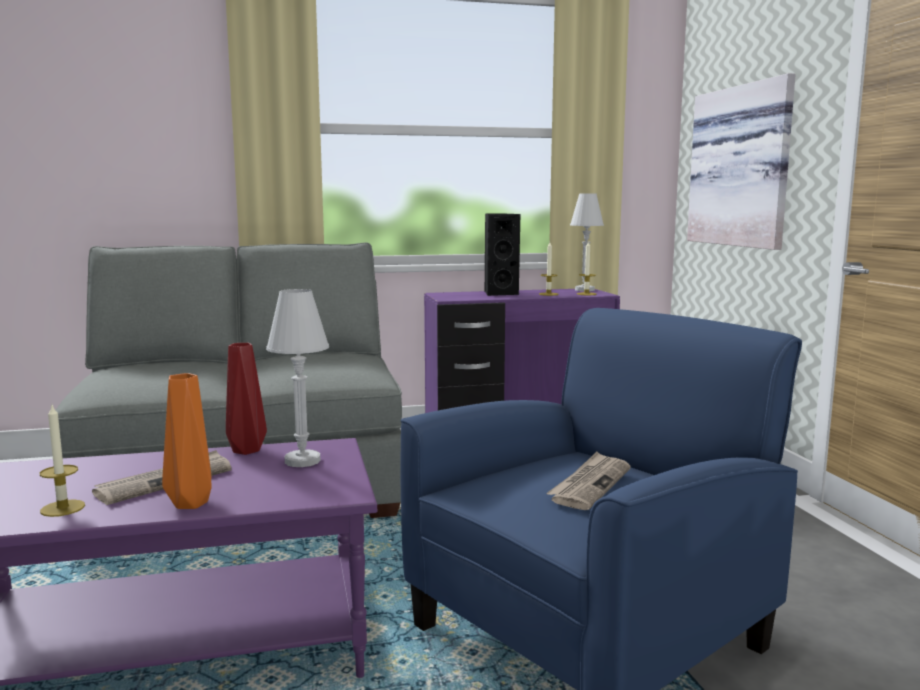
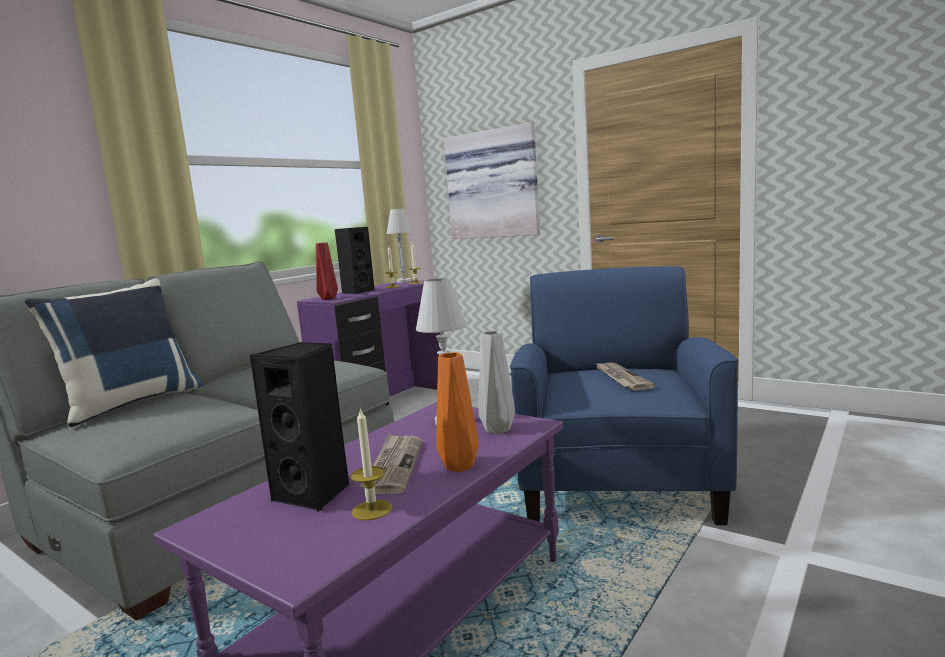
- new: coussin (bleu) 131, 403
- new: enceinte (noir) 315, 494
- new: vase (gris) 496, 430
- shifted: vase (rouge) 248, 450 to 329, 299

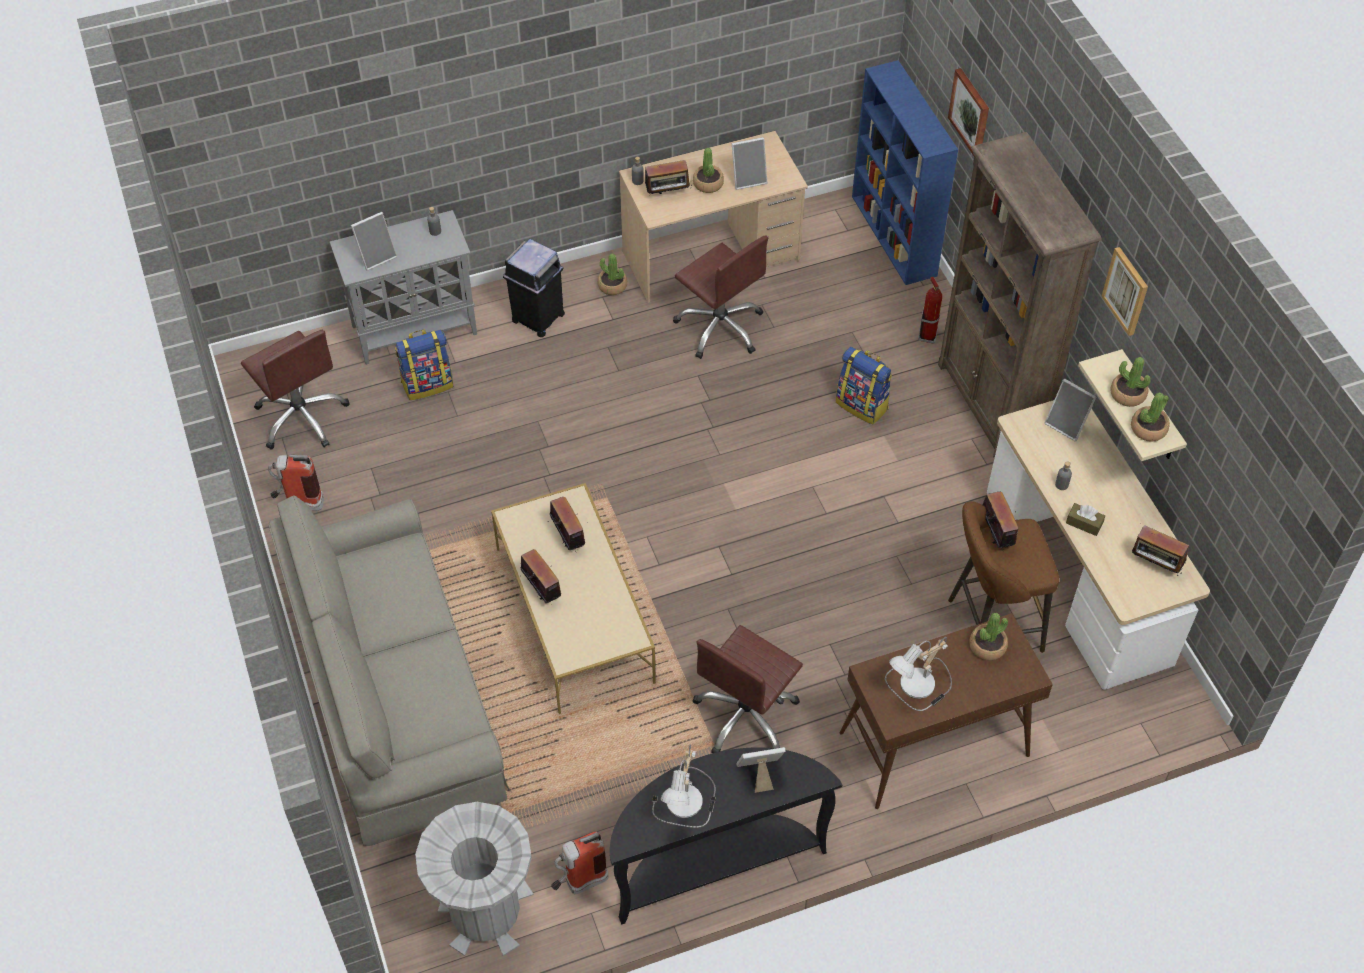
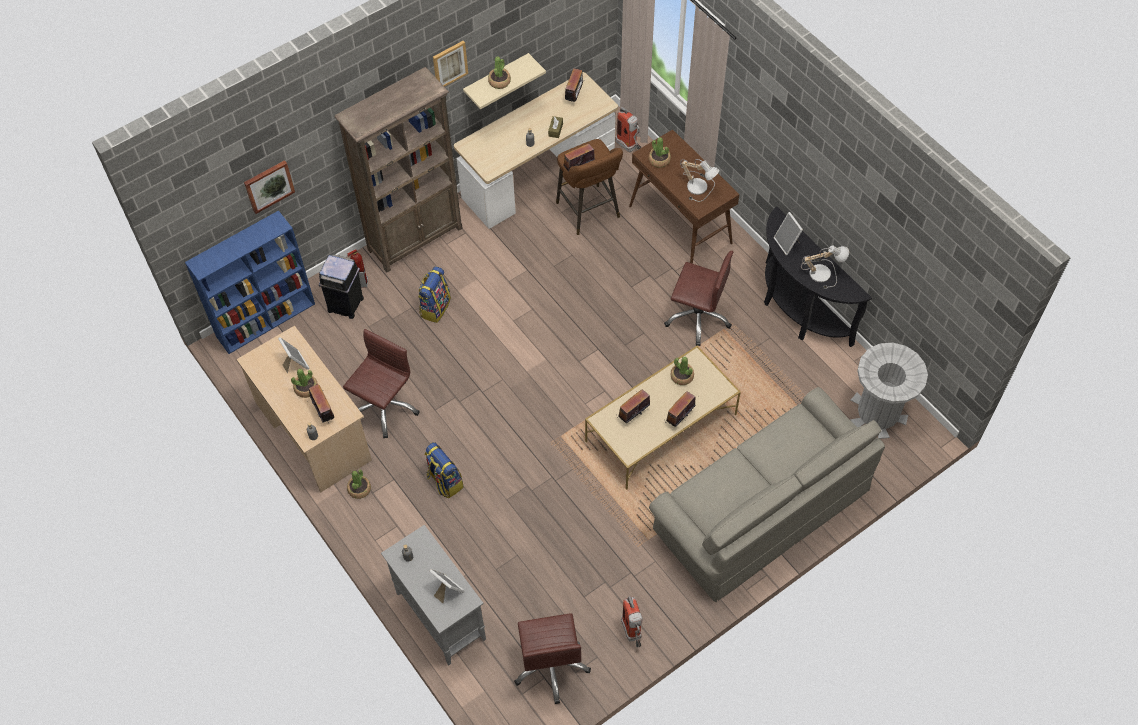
- gone: cadre photo 1067, 425
- shifted: sac à dos 428, 384 to 444, 481
- shifted: poubelle (noir) 537, 318 to 346, 305
- shifted: extincteur 579, 883 to 629, 147
- shifted: plante en pot 1148, 429 to 682, 376
- rotated: chaise de bureau (marron) 302, 417 = 551, 666 135 degrees clockwise

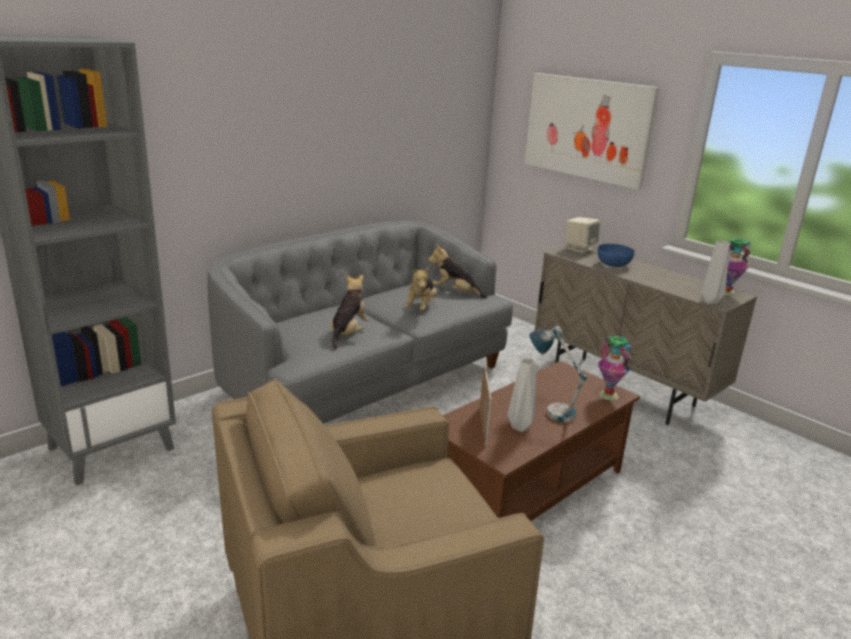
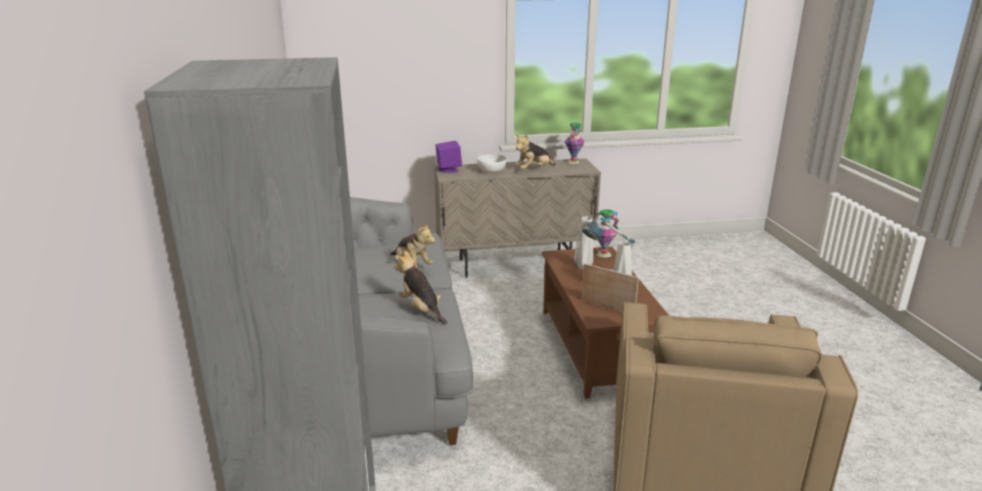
- gone: tableau 587, 128
- shifted: peluche 455, 292 to 533, 170
- shifted: vase (gris) 710, 302 to 584, 267
- repainted: enceinte (beige) 579, 249 to enceinte (violet) 448, 169
- repainted: bol (bleu) 614, 264 to bol (blanc) 492, 171

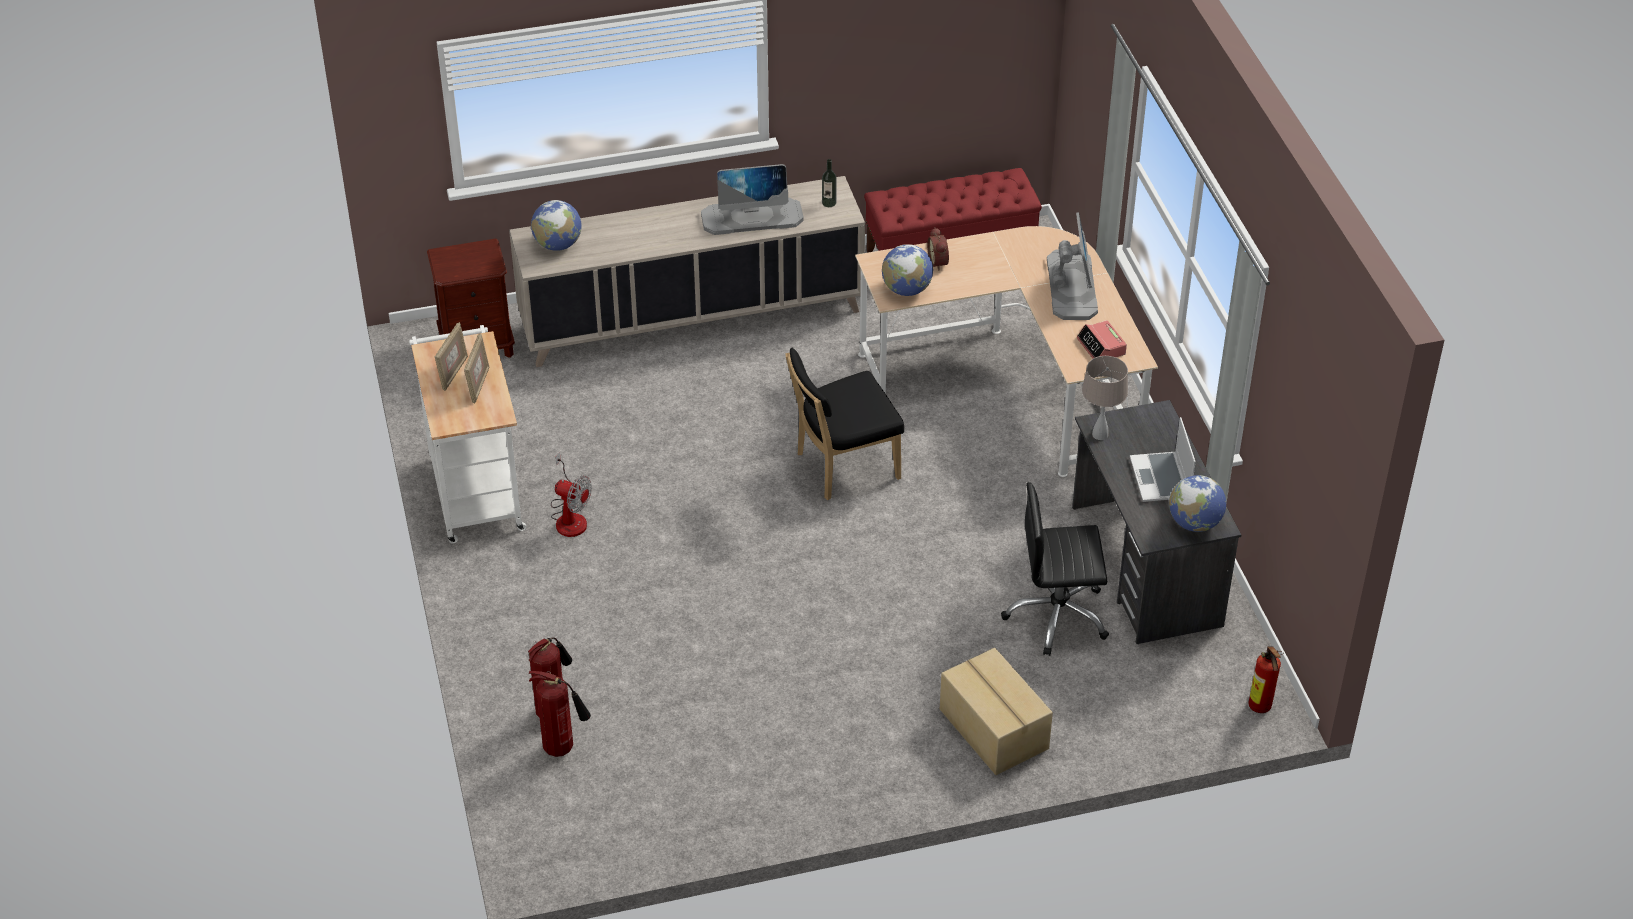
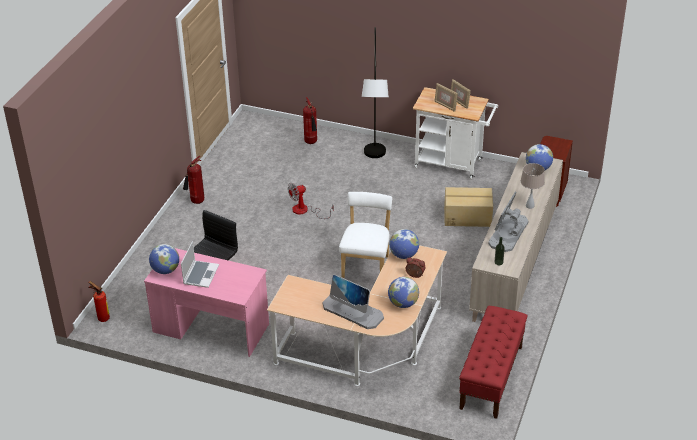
- gone: réveil 1101, 347
- new: lampadaire (gris) 375, 177
- new: globe 403, 303
- shifted: extincteur 562, 748 to 196, 202
- shifted: ventilateur 570, 517 to 305, 211
- shifted: carton 993, 730 to 467, 216
- shifted: lampe de table (beige) 1100, 434 to 529, 206
- repainted: chaise (noir) 843, 467 to chaise (blanc) 366, 266
- repainted: bureau (gris) 1145, 566 to bureau (rose) 211, 328
- rotated: ordinateur portable 1161, 479 = 200, 274 75 degrees clockwise

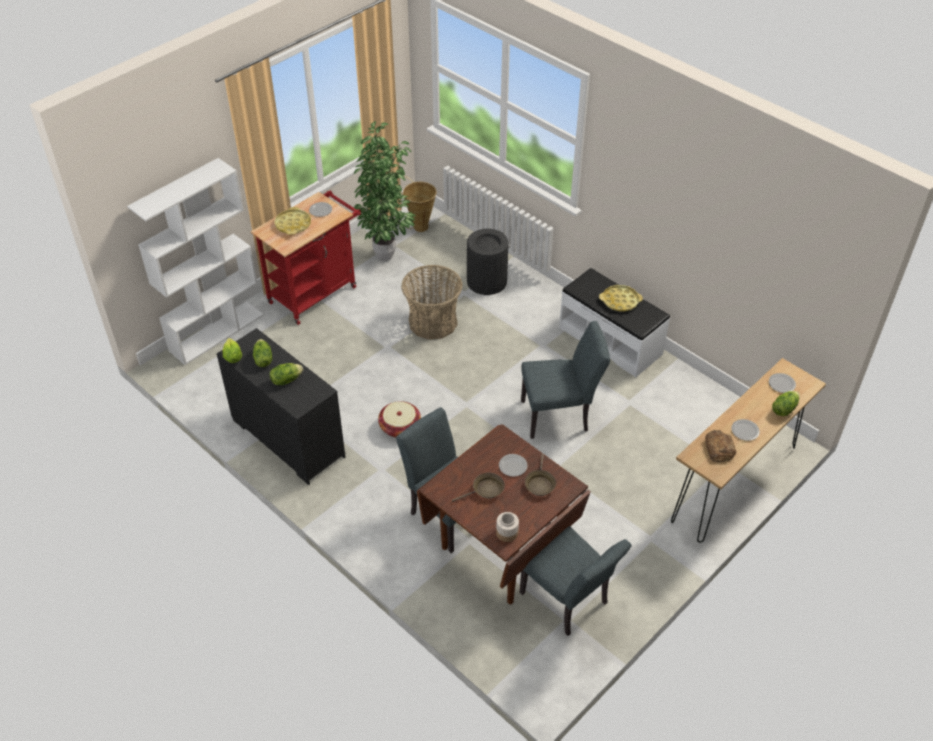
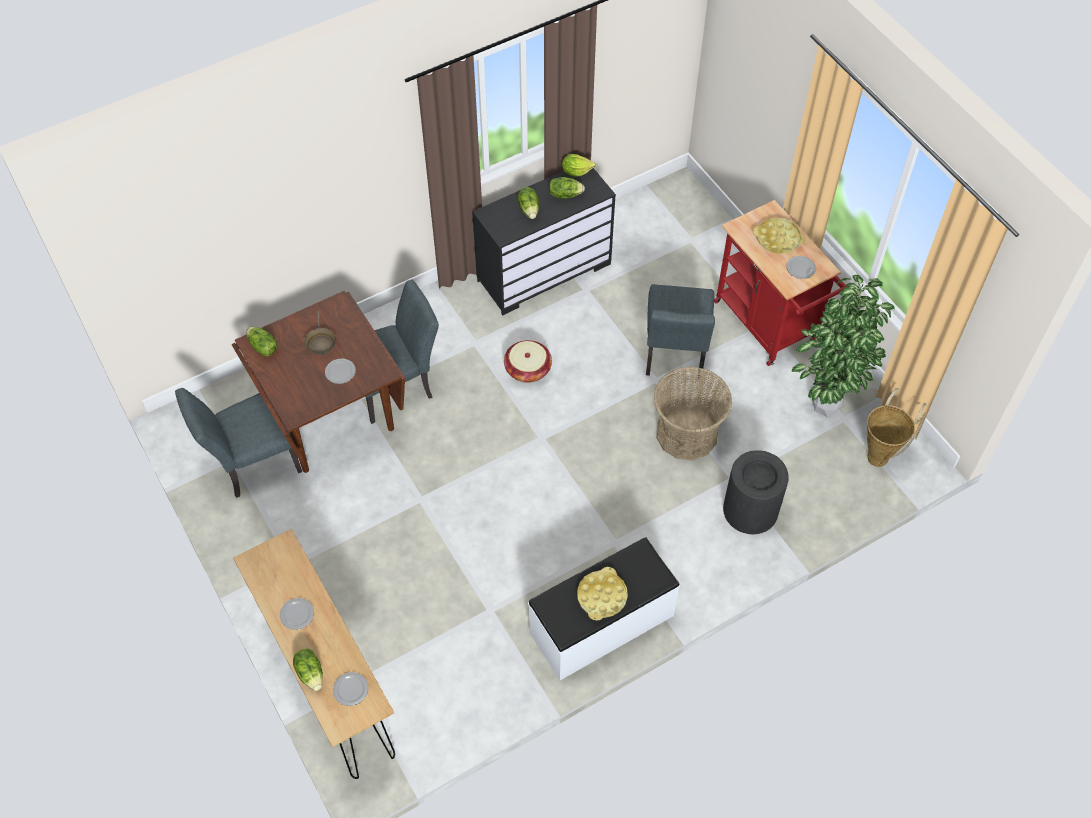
- gone: bibliothèque (blanc) 216, 332
- gone: poêle (marron) 539, 483
- gone: pain 719, 448
- shifted: chaise (gris) 560, 415 to 674, 357
- swapped: bocal 507, 533 to laitue 263, 347

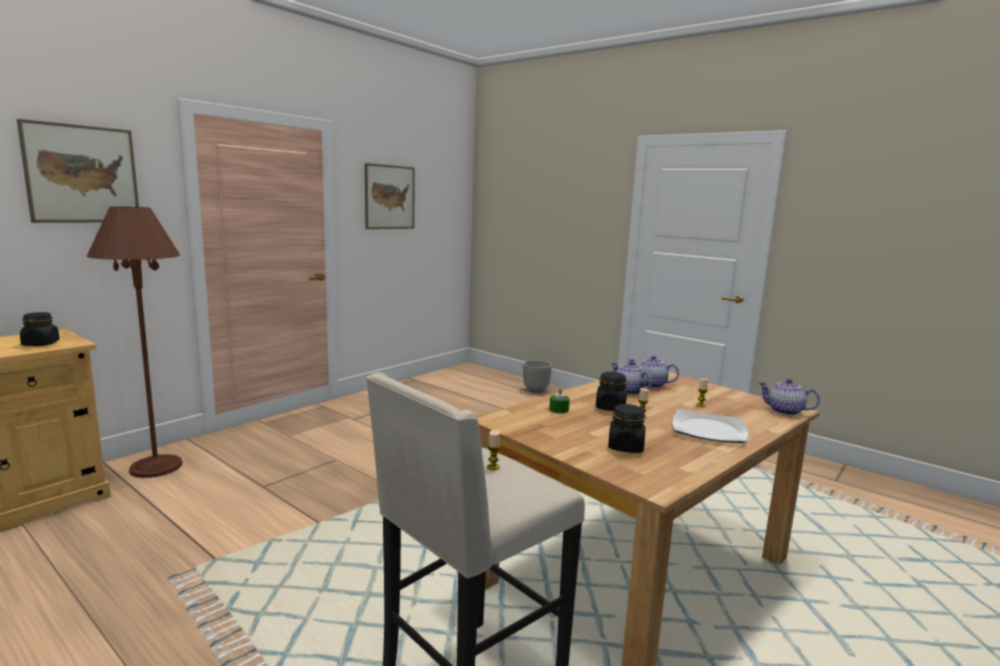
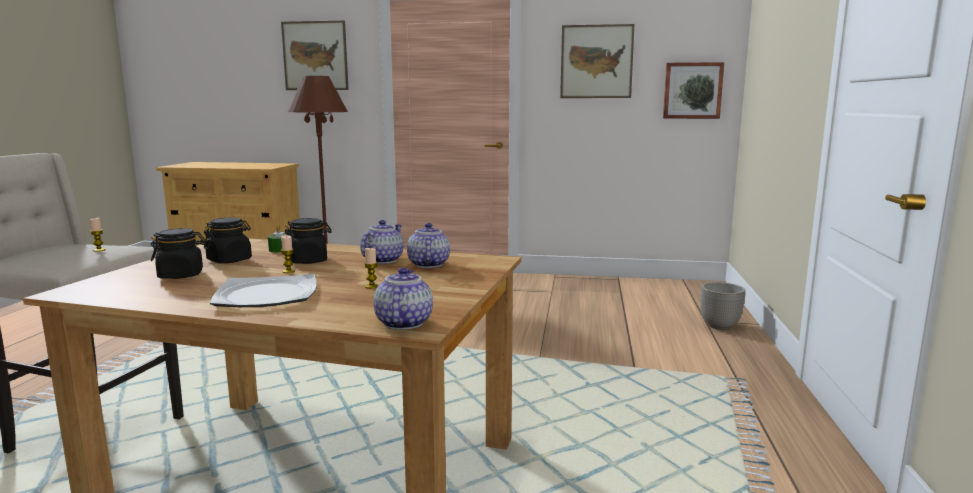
- new: tableau 692, 90
- shifted: bocal (noir) 41, 344 to 229, 260

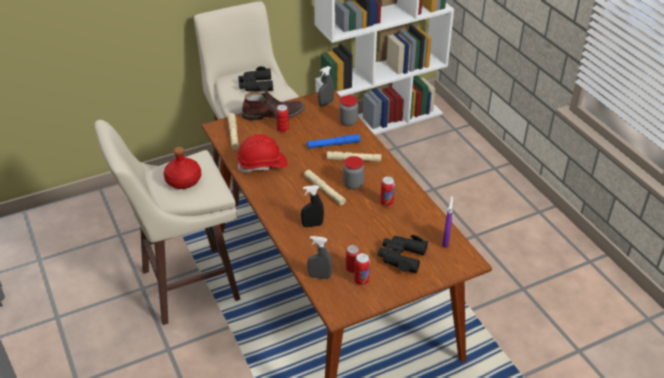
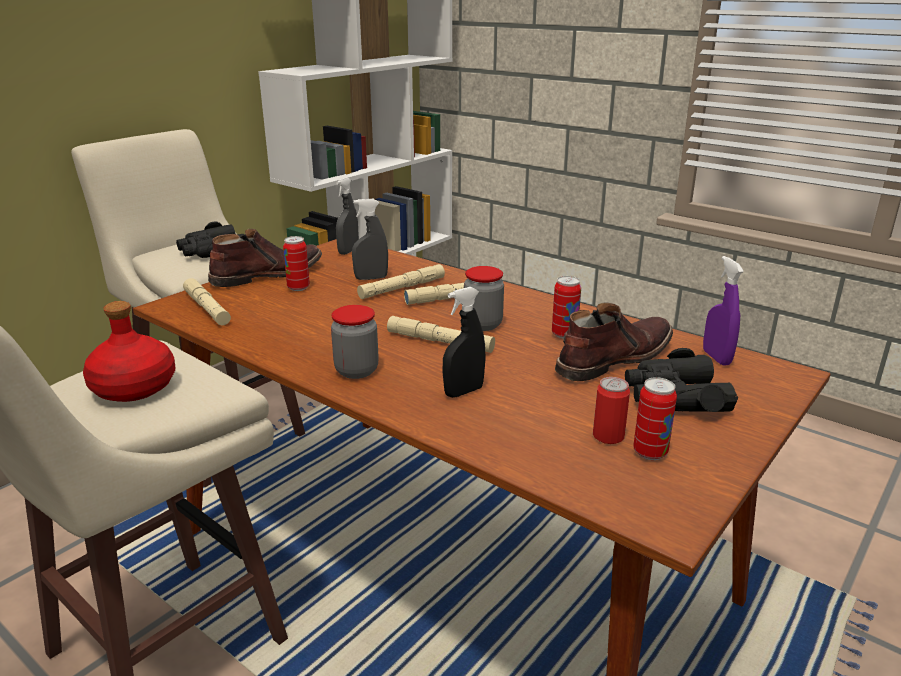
- gone: casque de chantier (rouge) 262, 164
- new: botte (marron) 612, 358
- shifted: vaporisateur (gris) 319, 276 to 371, 278
- shifted: bocal 348, 122 to 356, 371
- repainted: lampe de poche (bleu) 333, 144 to lampe de poche (beige) 402, 288

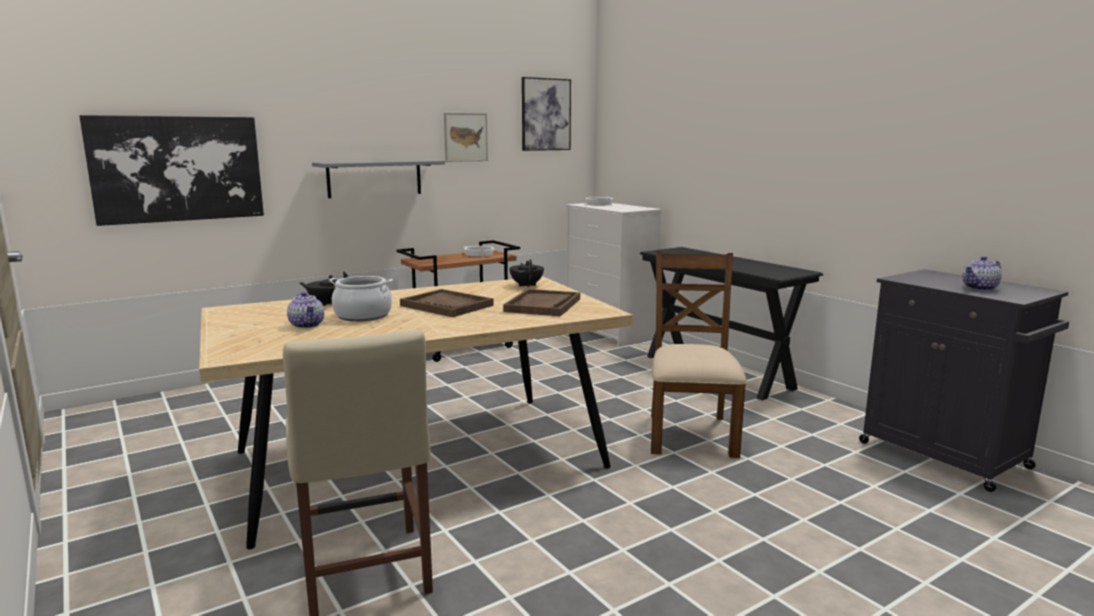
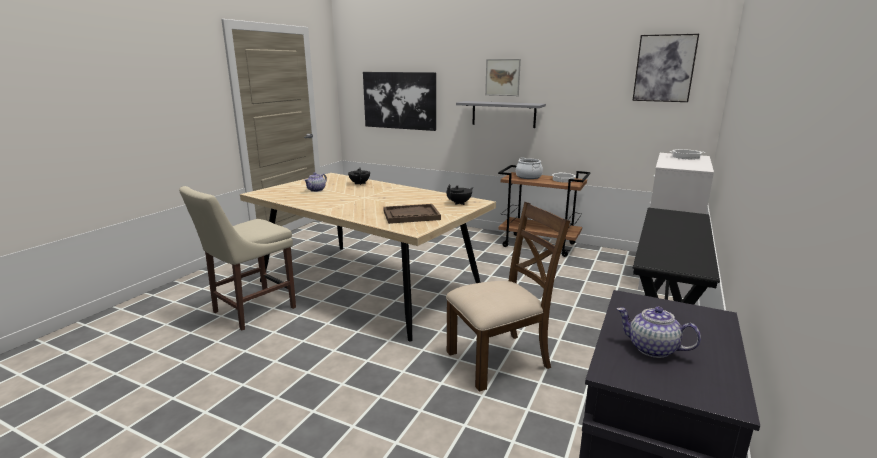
- gone: plateau (marron) 447, 305
- shifted: marmite 363, 316 to 528, 177
- shifted: tableau 465, 137 to 502, 77

